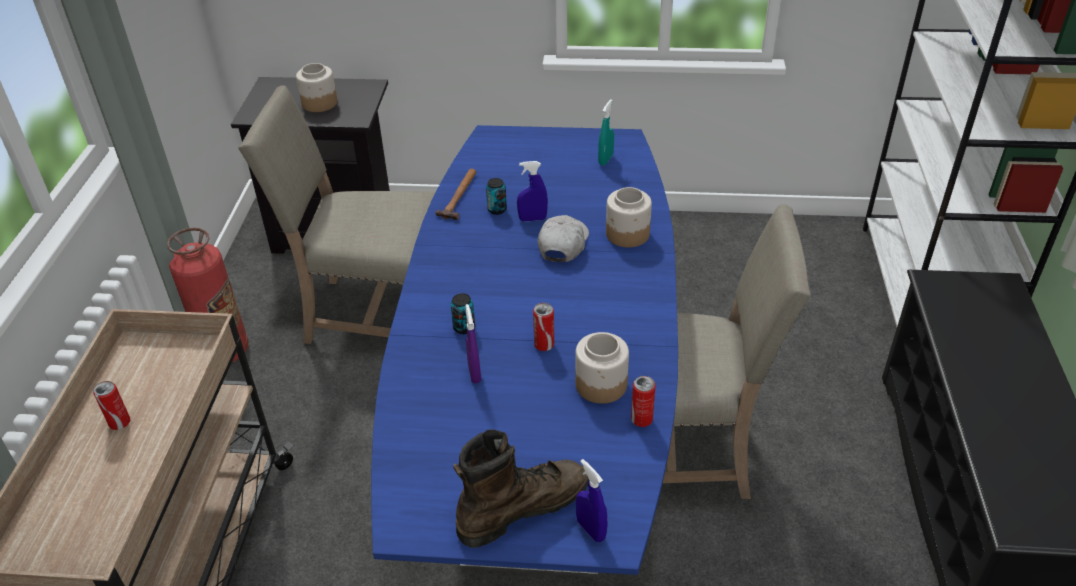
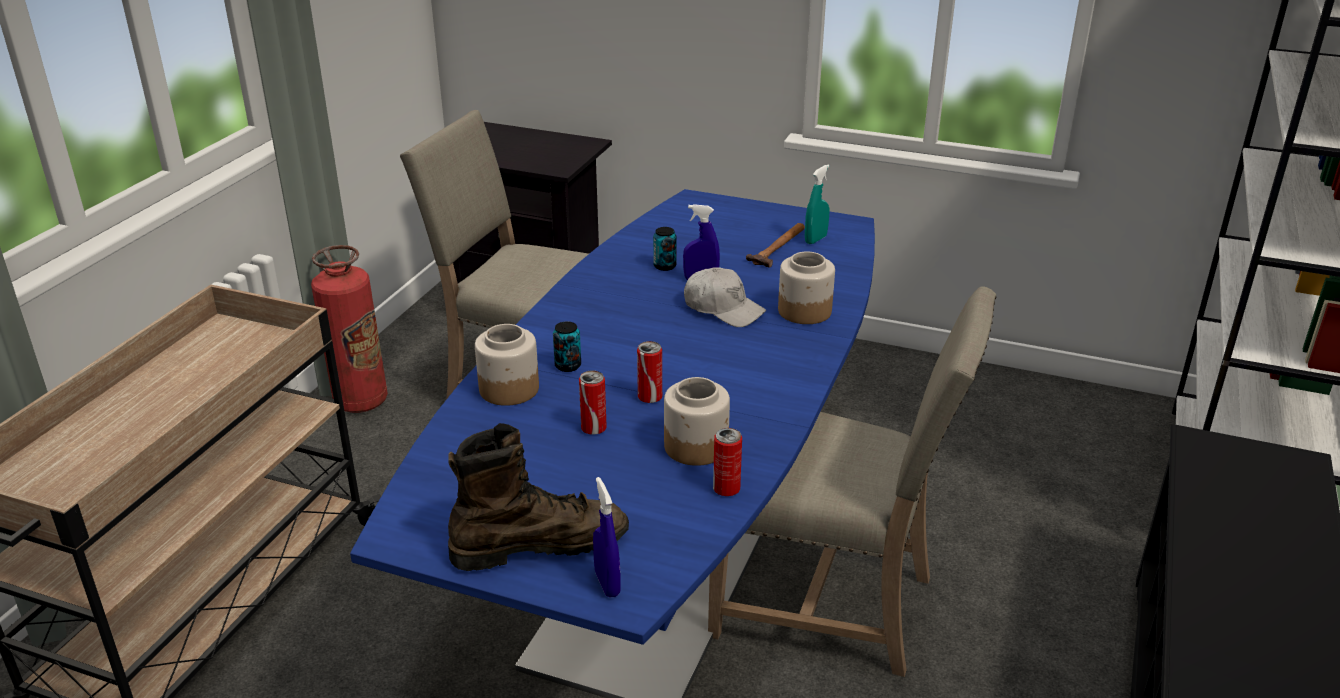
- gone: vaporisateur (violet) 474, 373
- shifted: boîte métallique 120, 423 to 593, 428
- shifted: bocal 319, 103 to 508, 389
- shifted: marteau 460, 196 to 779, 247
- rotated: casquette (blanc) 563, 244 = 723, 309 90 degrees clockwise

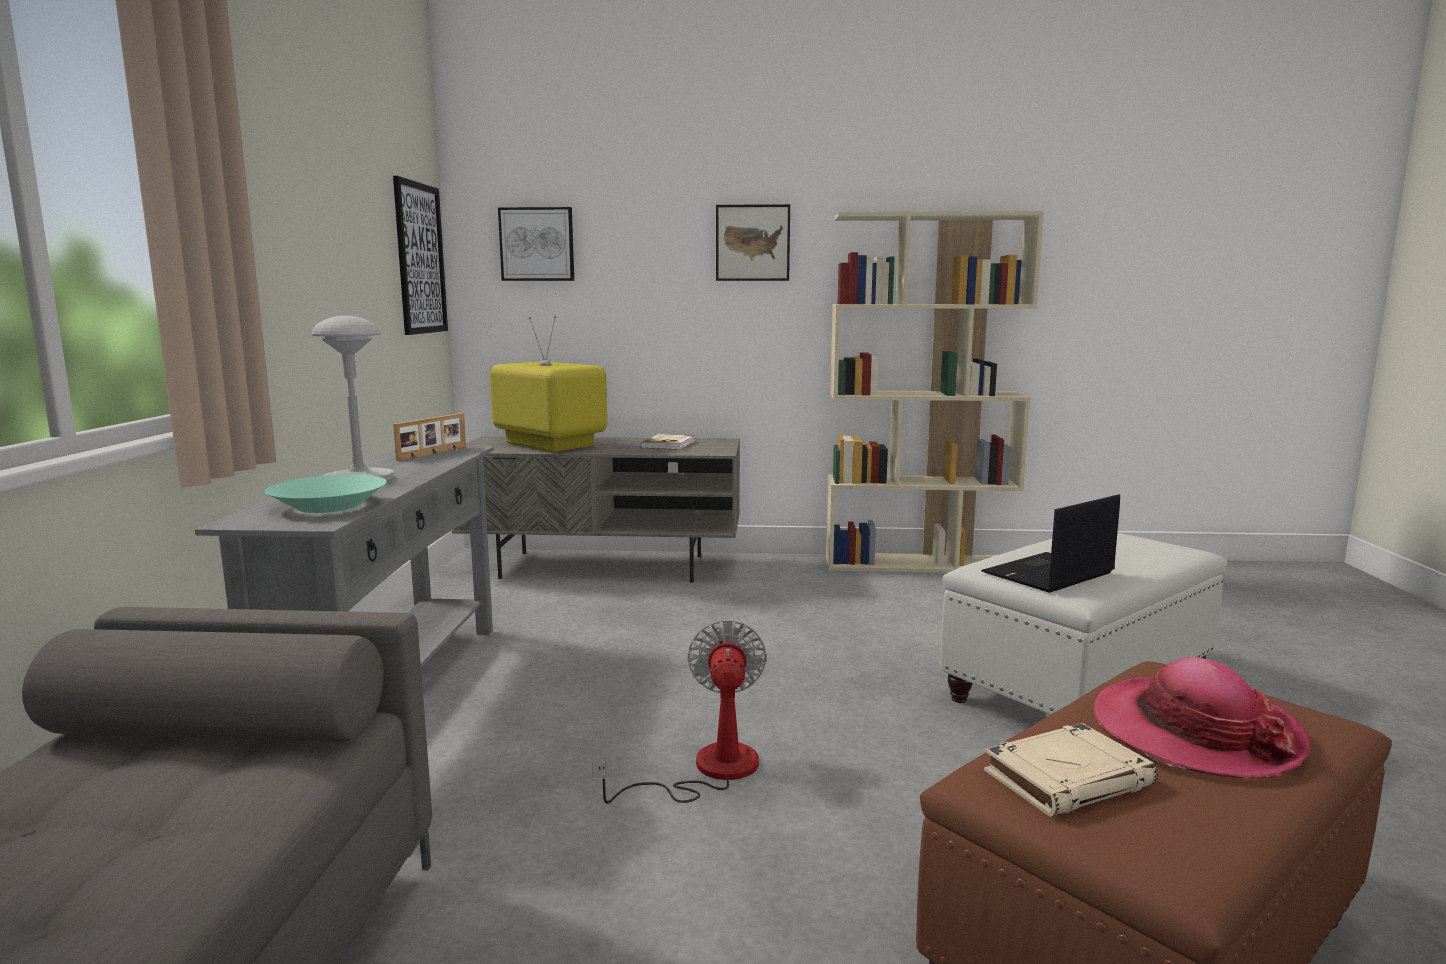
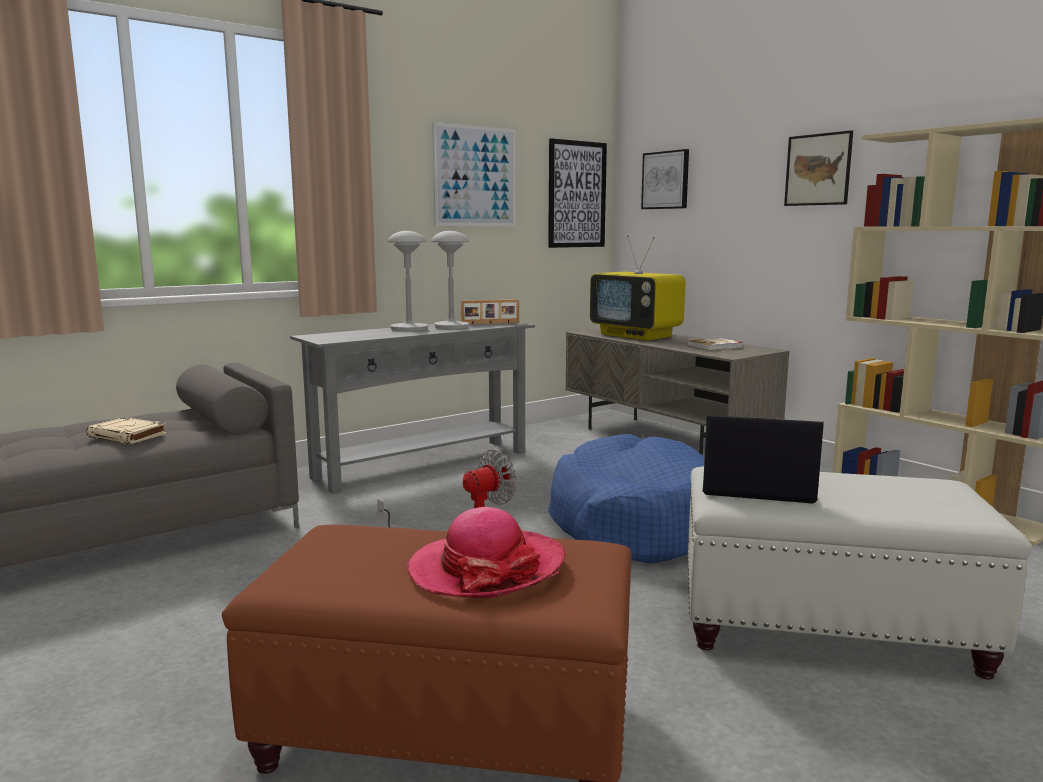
- gone: bol (turquoise) 329, 505
- new: lampe de table (gris) 451, 327
- new: tableau 475, 176
- new: panier pour chien (bleu) 634, 522
- shifted: livre (beige) 1068, 778 to 128, 436
- rotated: téléviseur 548, 445 = 637, 335 135 degrees clockwise

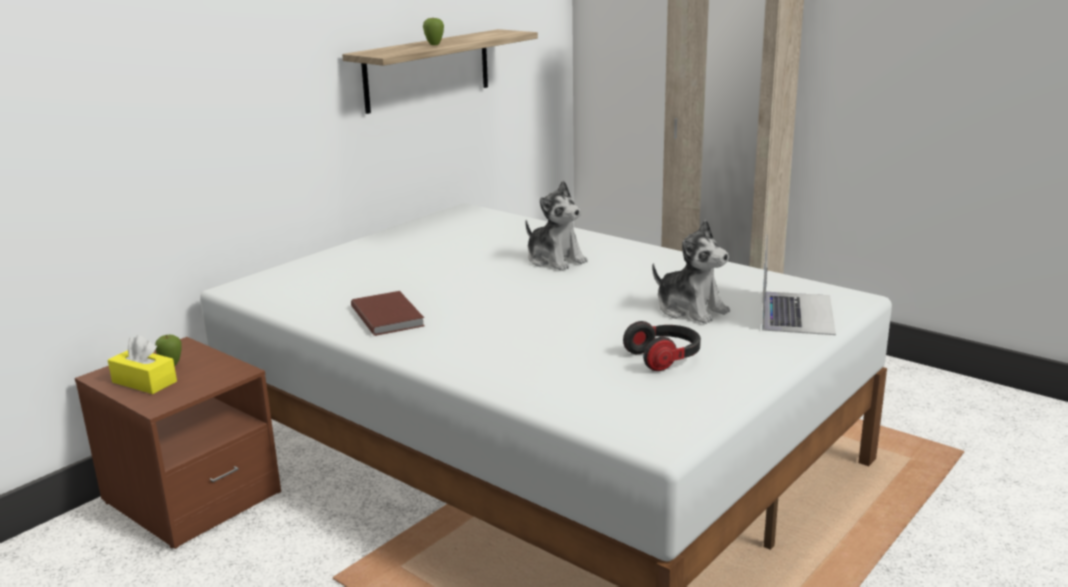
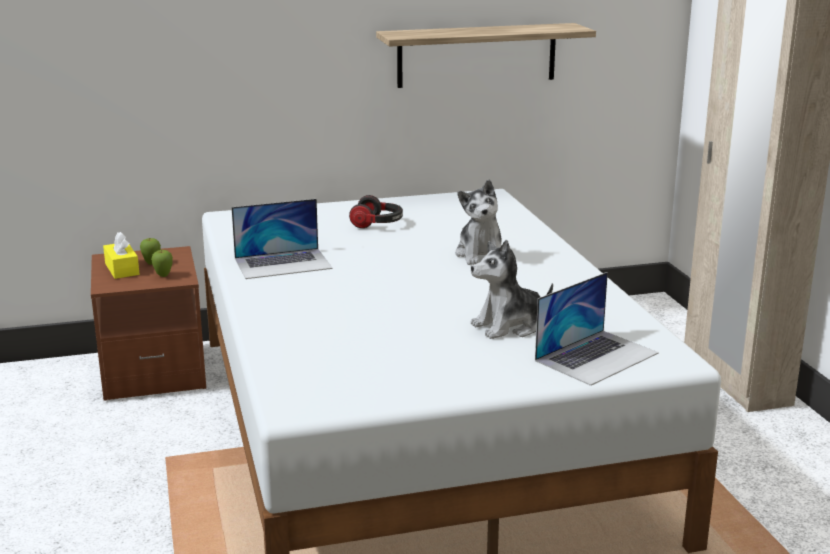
- shifted: pomme 434, 45 to 163, 276
- shifted: casque audio 664, 358 to 377, 224
- swapped: livre (marron) 389, 316 to ordinateur portable 283, 263
- rotated: peluche 690, 310 = 509, 326 75 degrees clockwise

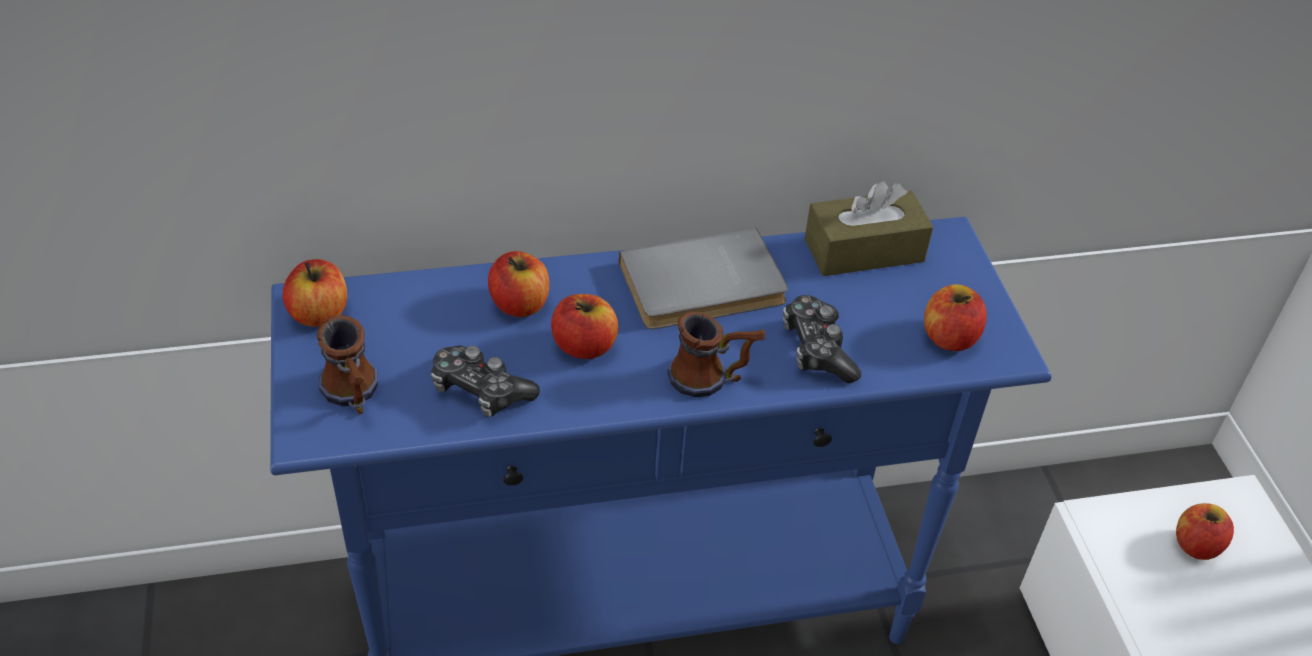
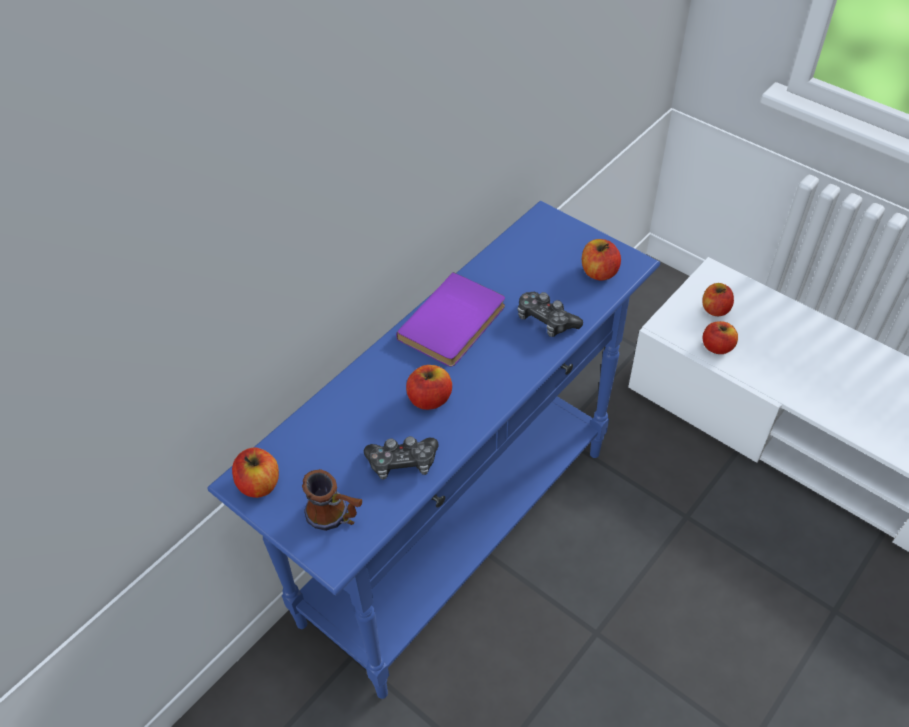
- gone: mug 712, 379
- gone: boîte à mouchoirs (marron) 864, 250
- shifted: pomme 520, 304 to 717, 347
- repainted: livre (gris) 704, 287 to livre (violet) 455, 323

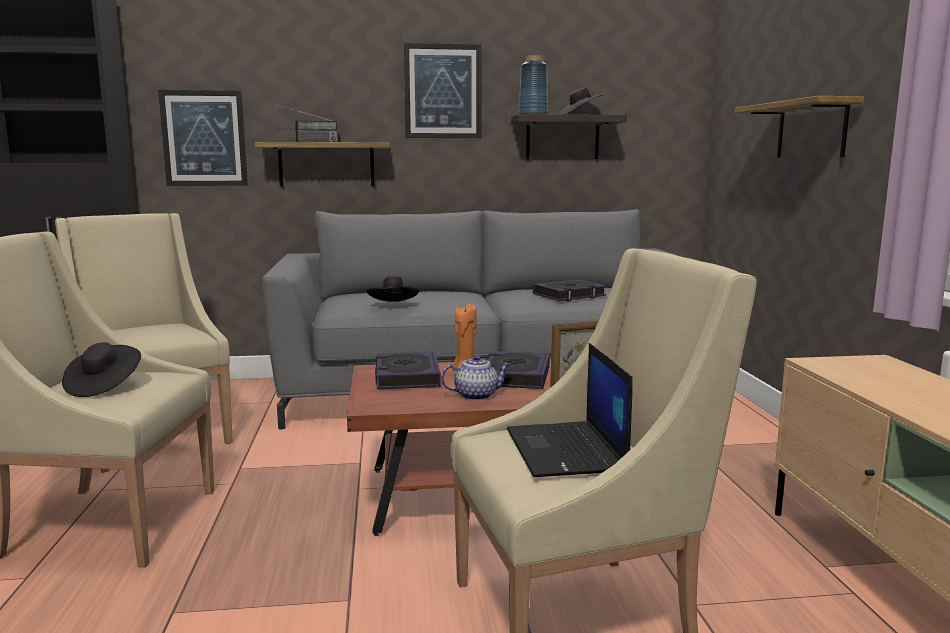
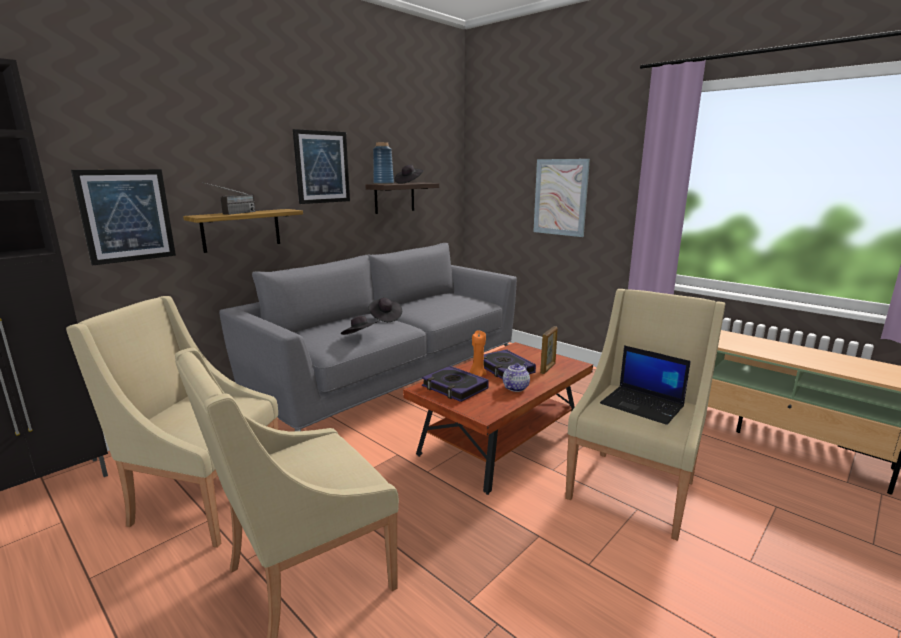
- gone: livre 569, 295
- shifted: chapeau (noir) 104, 386 to 385, 318
- swapped: étagère 811, 130 to tableau 560, 197

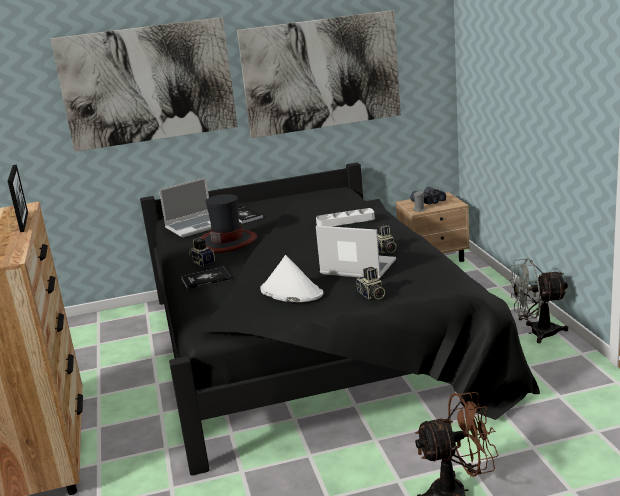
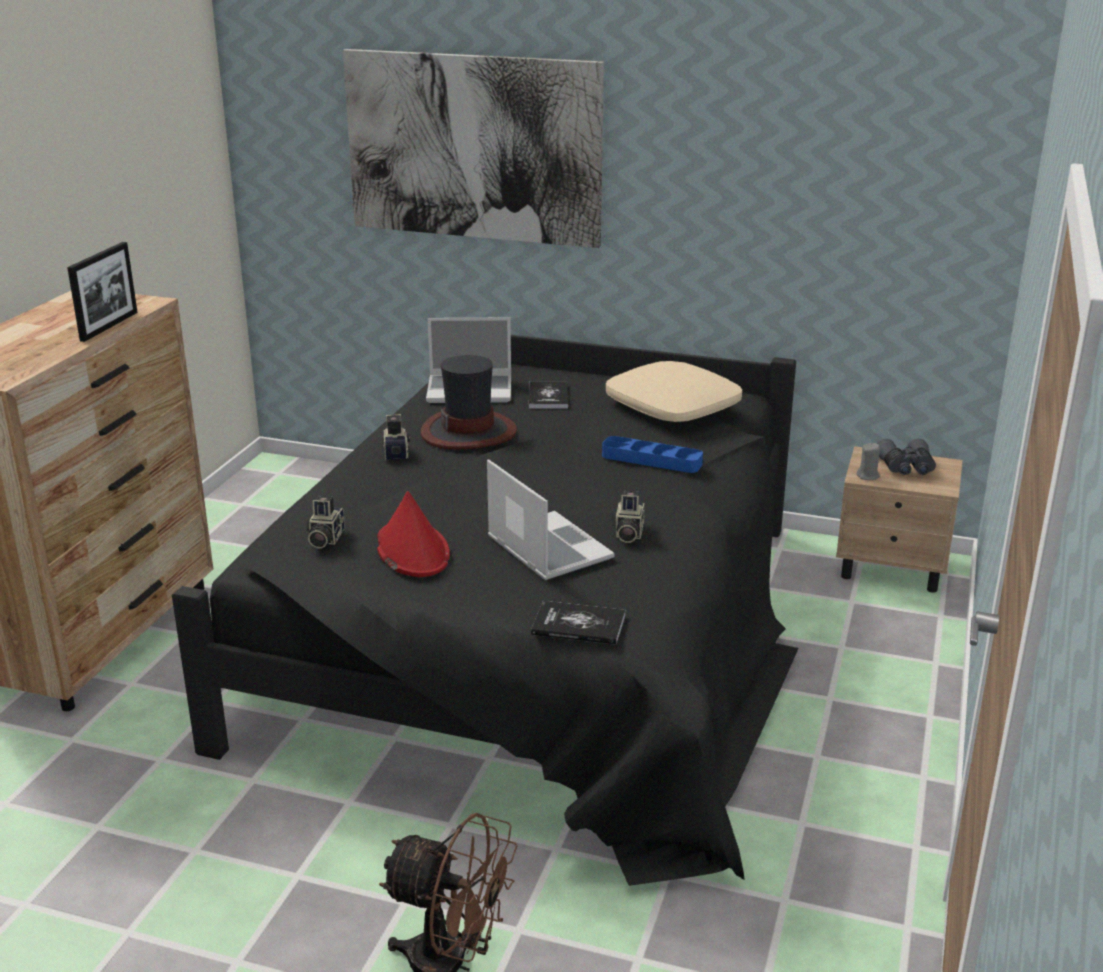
- gone: tableau 321, 73
- gone: ventilateur (gris) 536, 333
- new: coussin (beige) 673, 407
- shifted: livre 206, 279 to 578, 625
- shifted: appareil photo 371, 295 to 324, 539
- repainted: chapeau (blanc) 291, 292 to chapeau (rouge) 412, 550
- repainted: plateau (blanc) 345, 221 to plateau (bleu) 651, 460

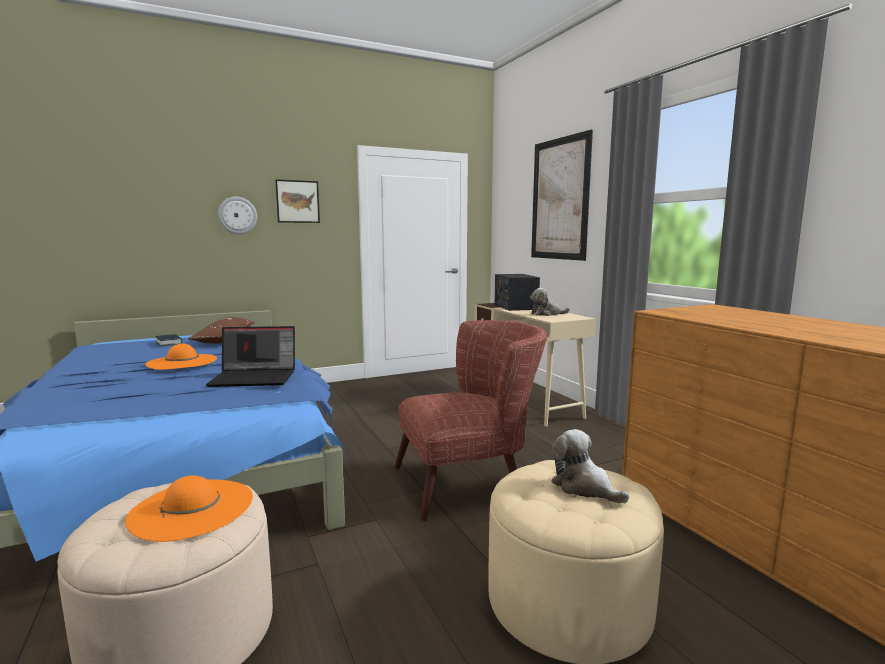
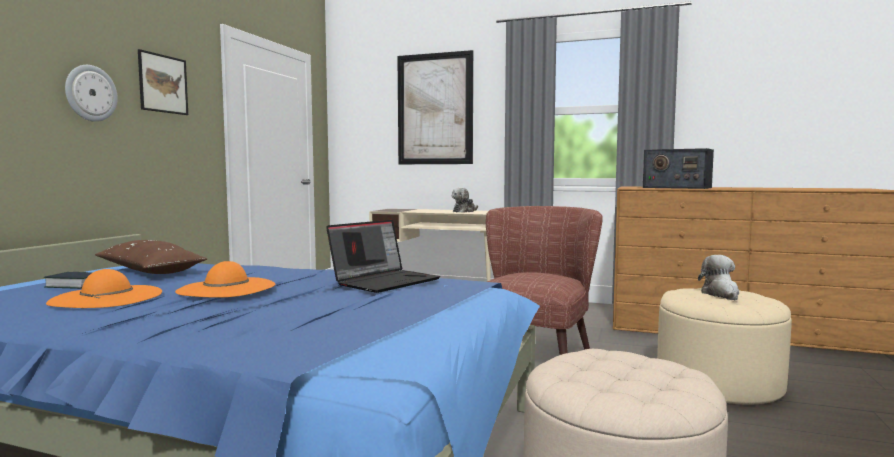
- shifted: chapeau (orange) 192, 508 to 107, 297
- shifted: radio 515, 306 to 676, 187
- rotated: peluche 584, 487 = 721, 294 90 degrees clockwise

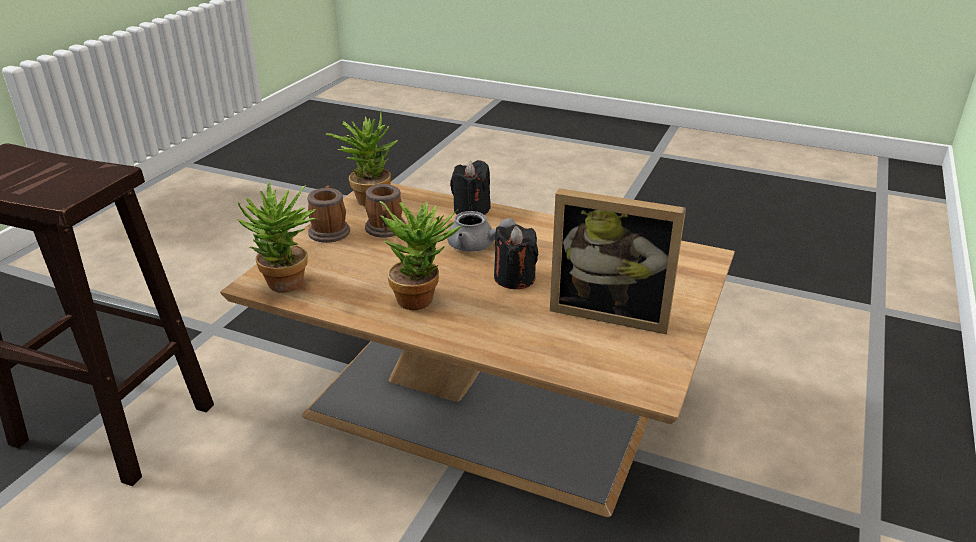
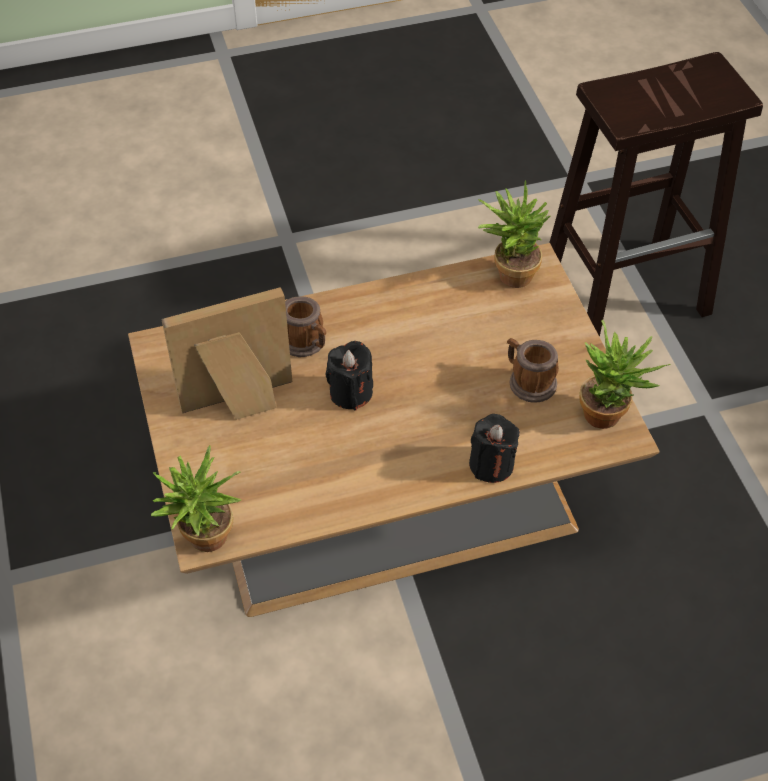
- gone: théière (gris) 477, 246
- shifted: mug 329, 230 to 306, 343
- shifted: plante en pot 422, 298 to 204, 542

